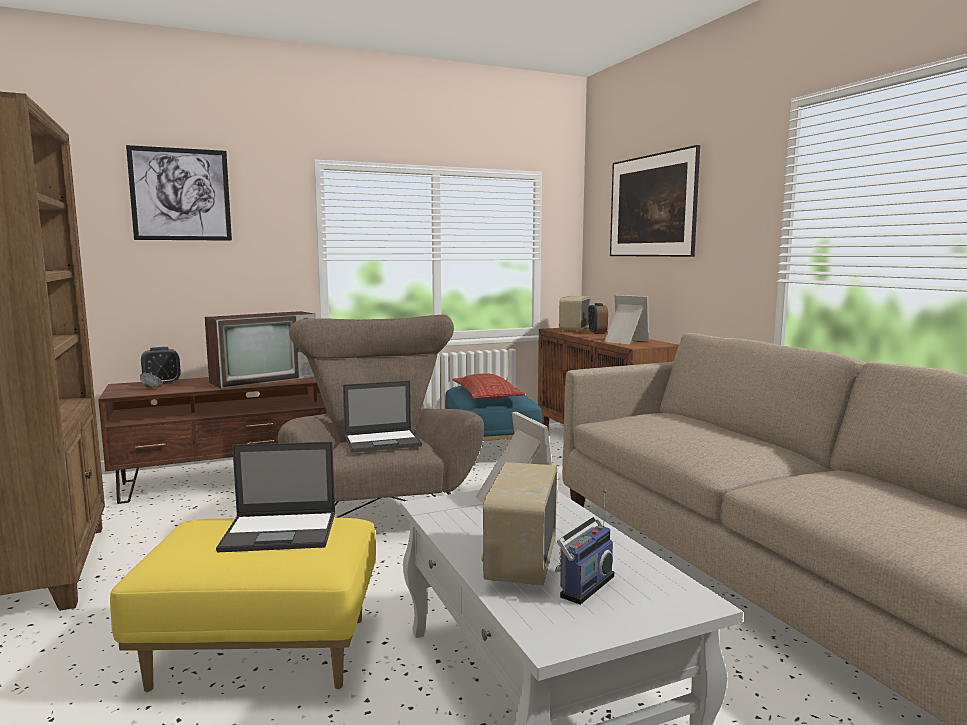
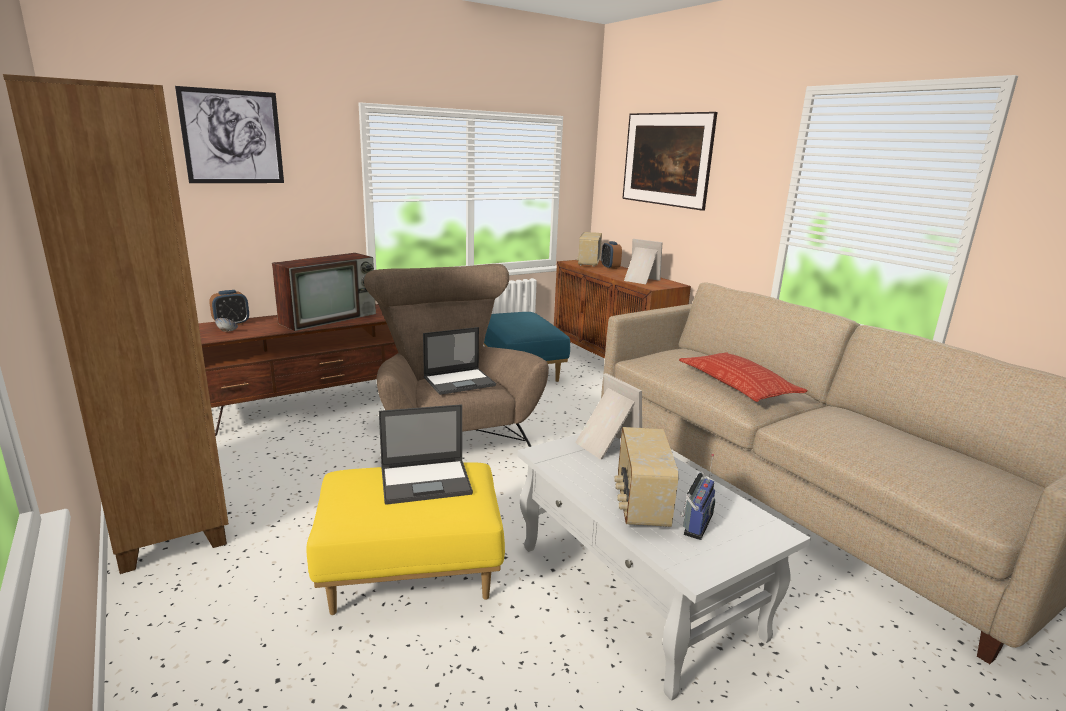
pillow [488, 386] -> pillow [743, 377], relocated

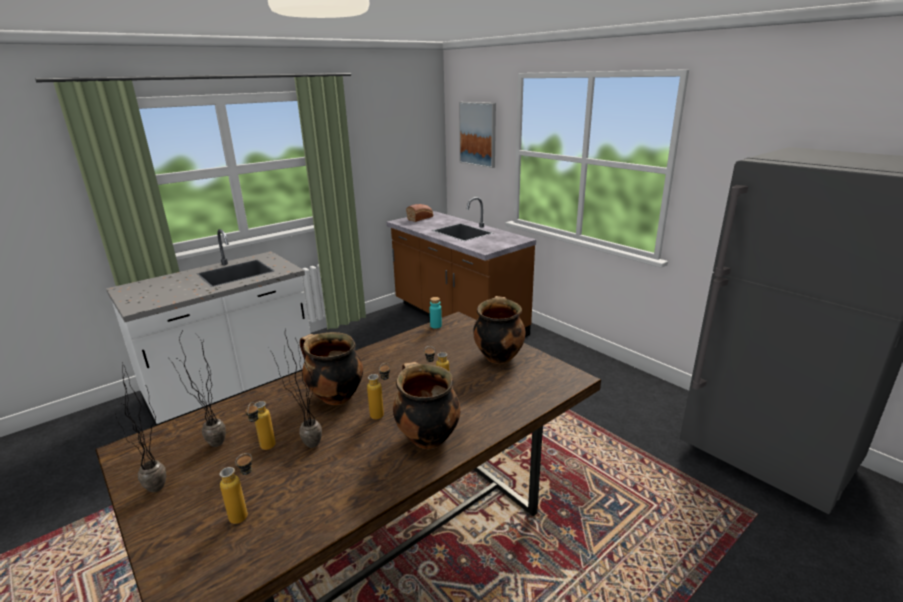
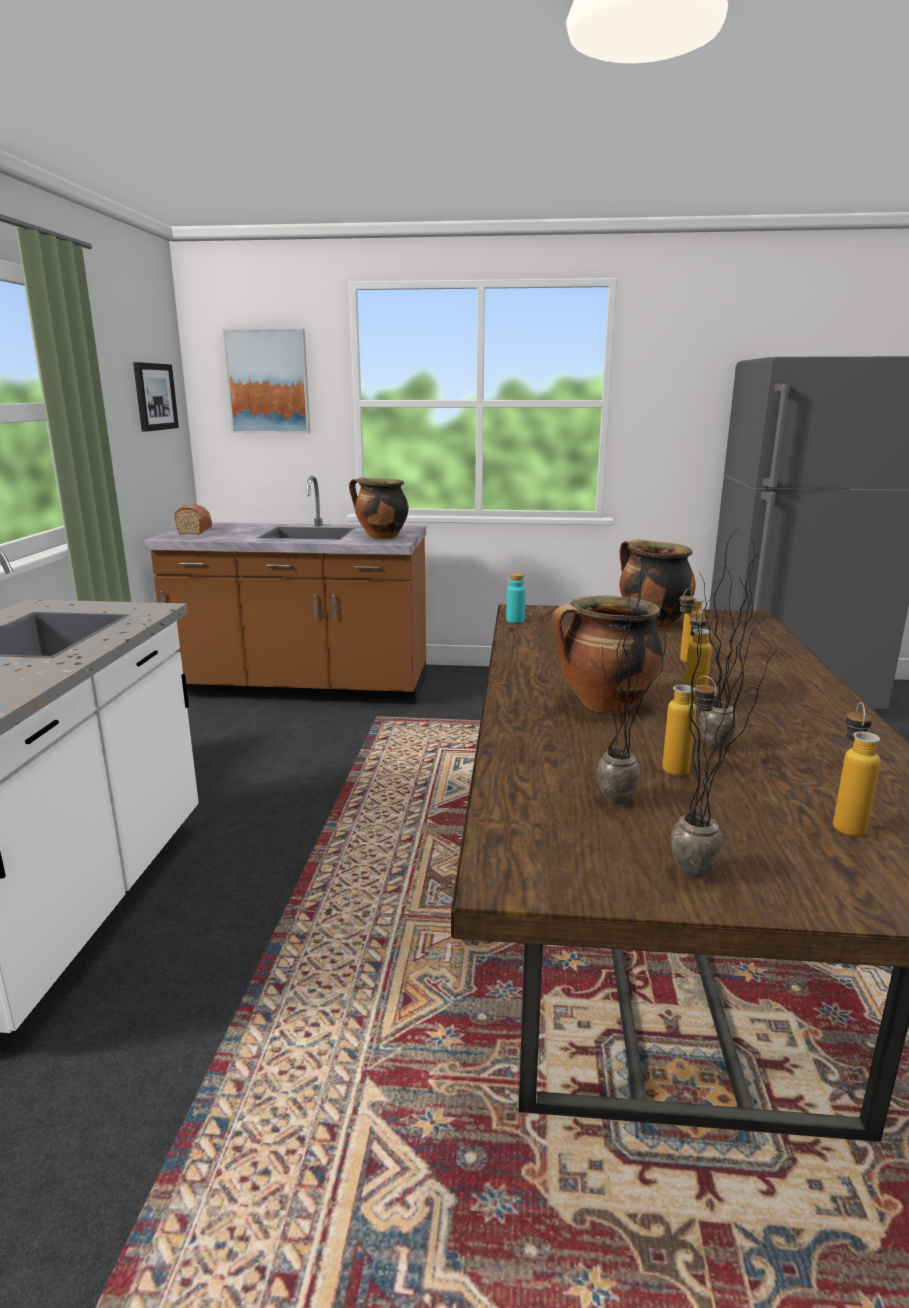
stockpot [426, 405] -> stockpot [379, 508], relocated
none -> wall art [156, 397]

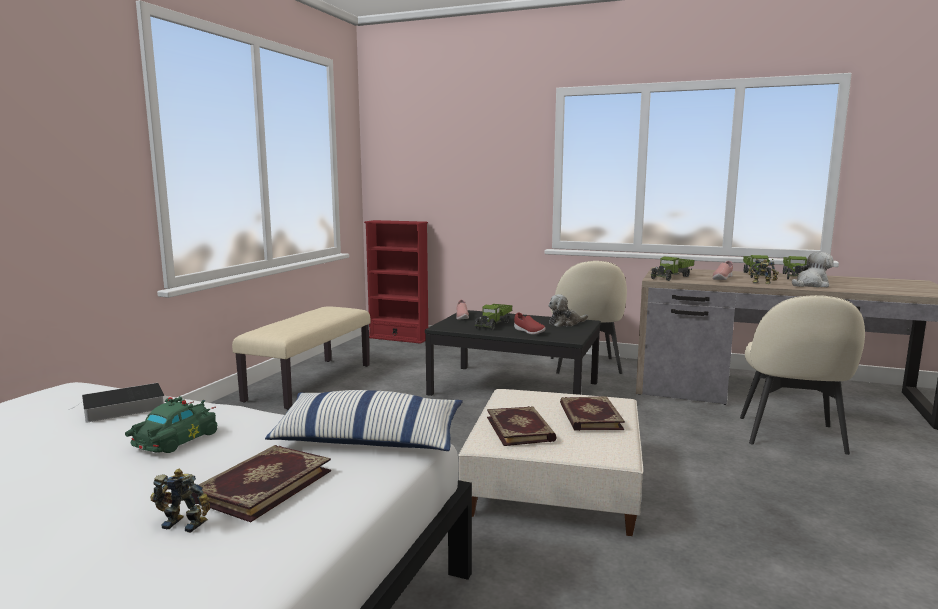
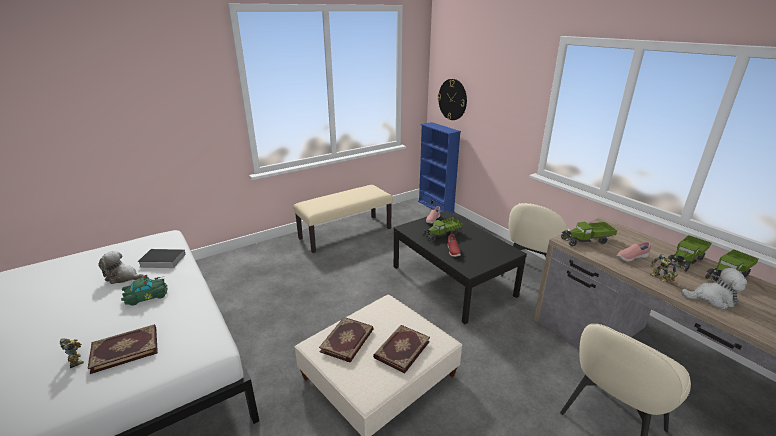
bookshelf/red [396, 282] -> bookshelf/blue [439, 167]
cuddly toy [568, 310] -> cuddly toy [121, 267], relocated
pillow [364, 420] -> none
none -> hanging clock [452, 99]

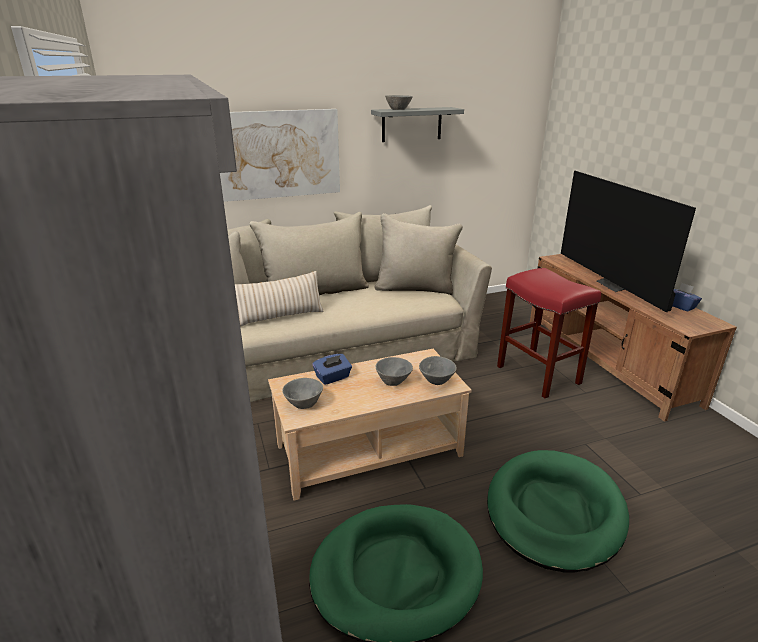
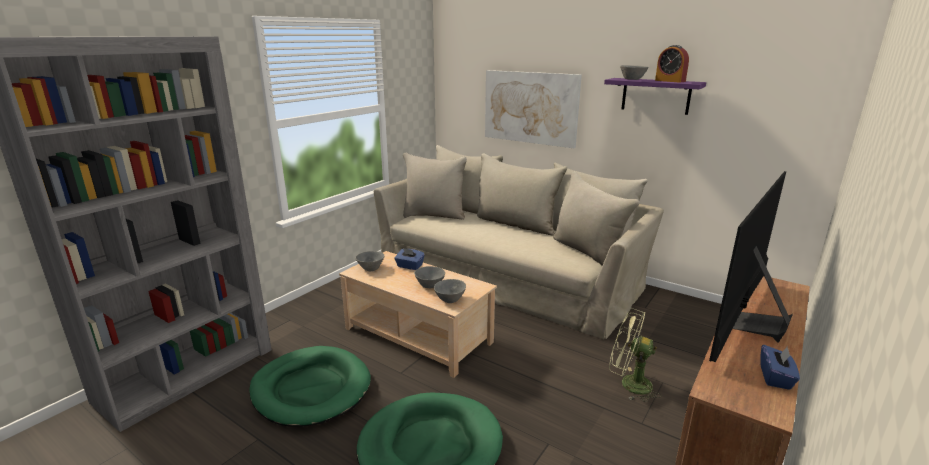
wall shelf/gray [417, 124] -> wall shelf/purple-coloured [655, 96]
stool/red [549, 333] -> electric fan/green-coloured [635, 355]
pillow/sand-coloured [279, 299] -> none
none -> table clock [672, 64]

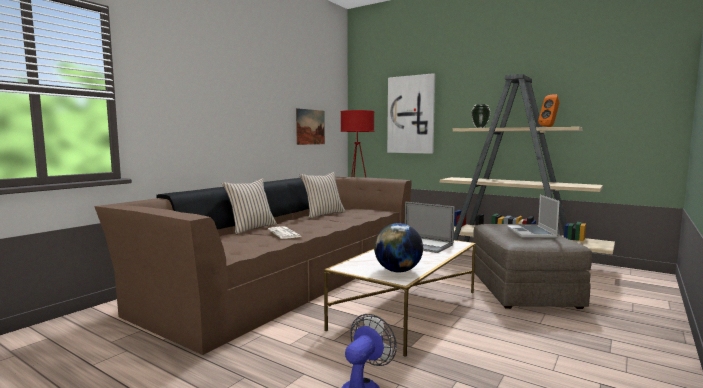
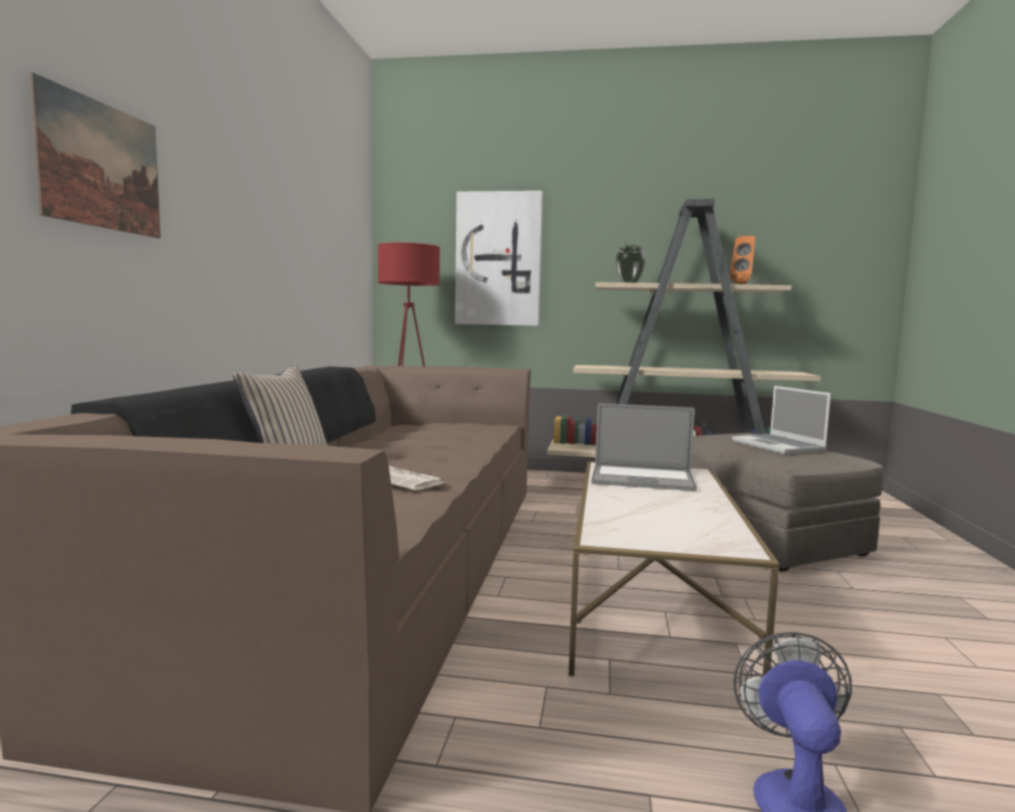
wall art [310, 126] -> wall art [95, 155], relocated
pillow/sand-coloured [323, 195] -> none
globe [398, 247] -> none

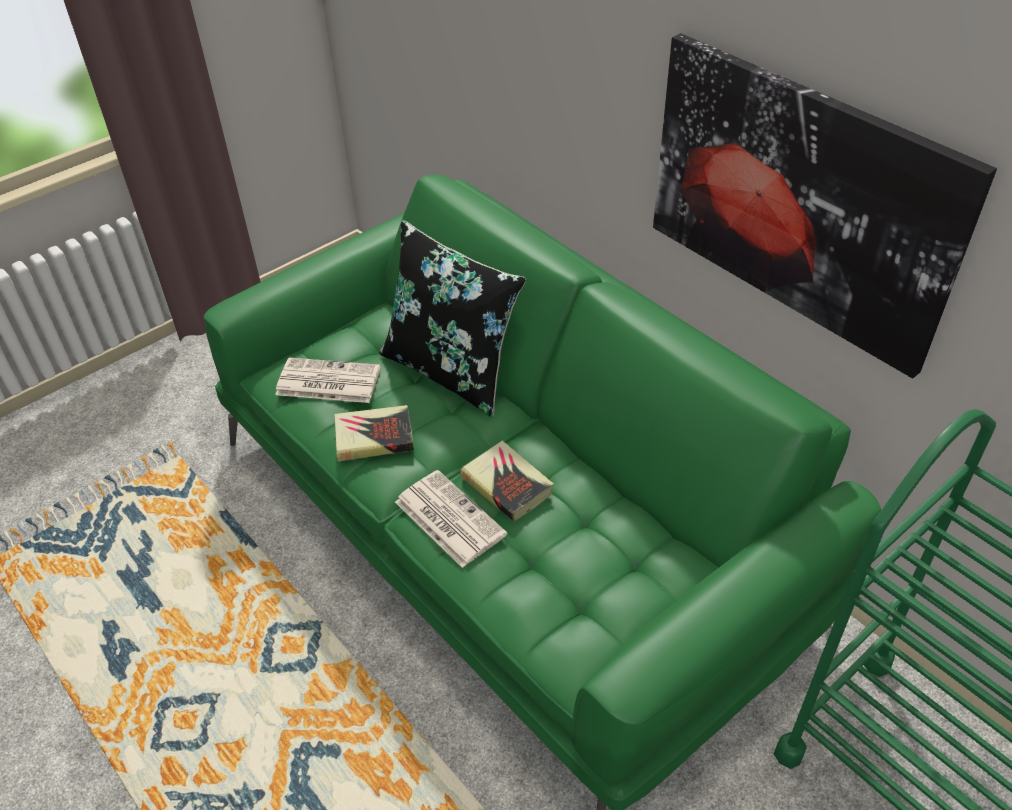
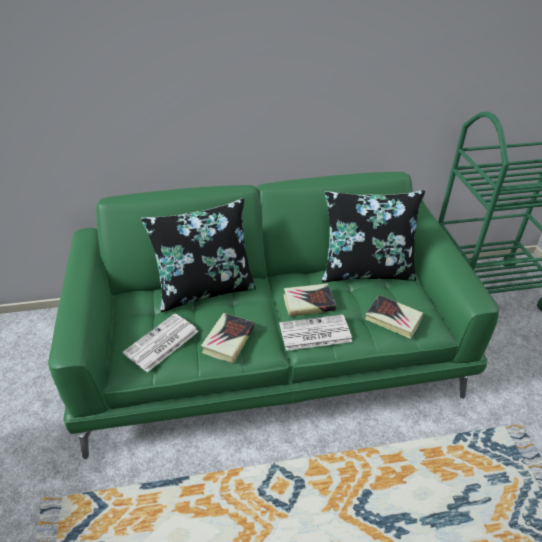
wall art [825, 205] -> none
none -> pillow/blackish [373, 236]
none -> book [394, 317]

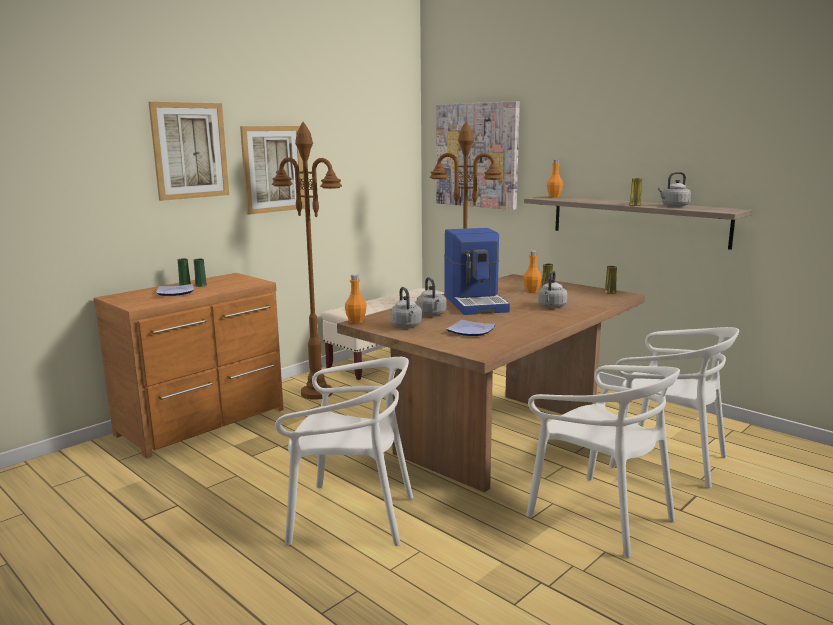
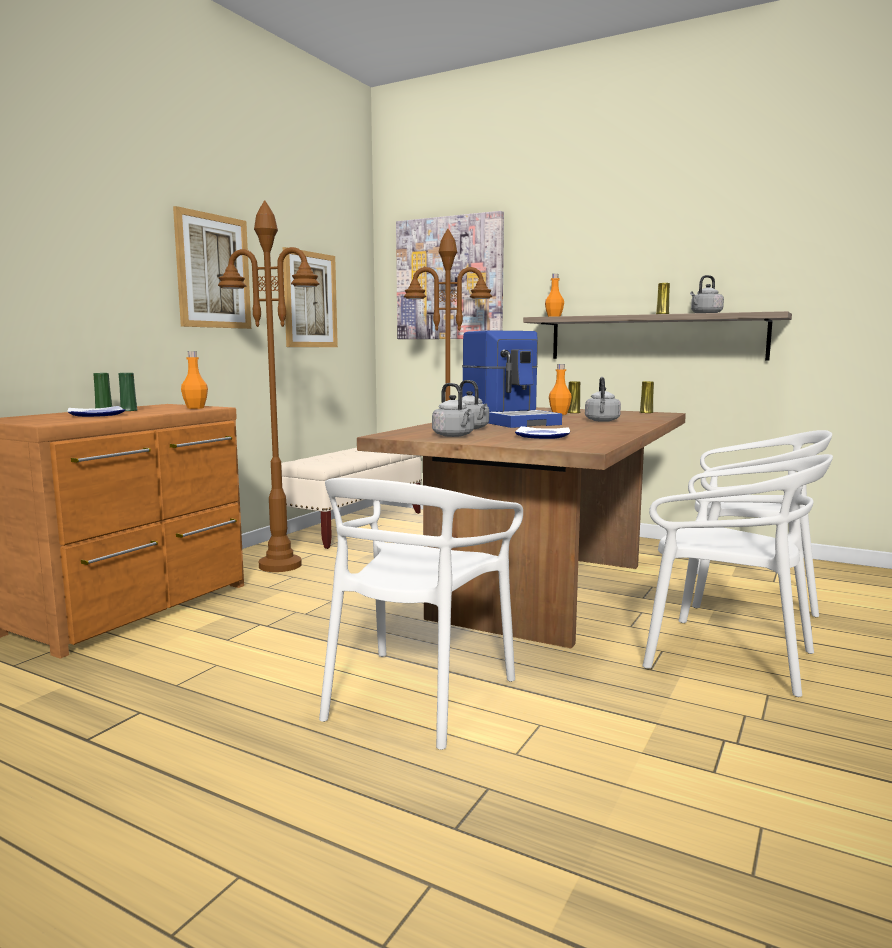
wall art [189, 151] -> wall art [310, 297], relocated
drink bottle/orange-coloured [356, 299] -> drink bottle/orange-coloured [194, 380], relocated
chair/white [344, 451] -> chair/white [421, 614], 120 degrees clockwise

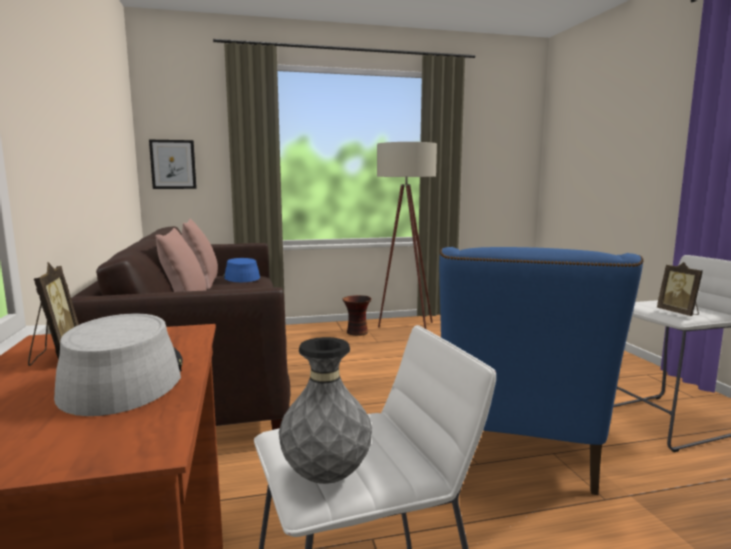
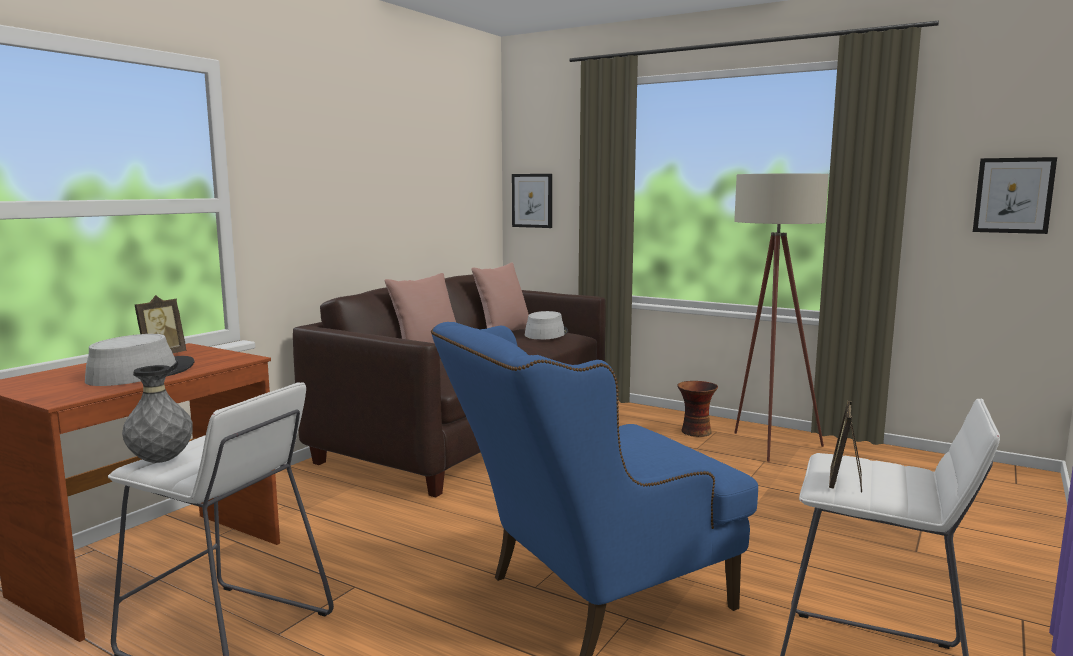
clothing hat/blue [241, 270] -> clothing hat/gray [546, 325]
none -> wall art [1015, 195]

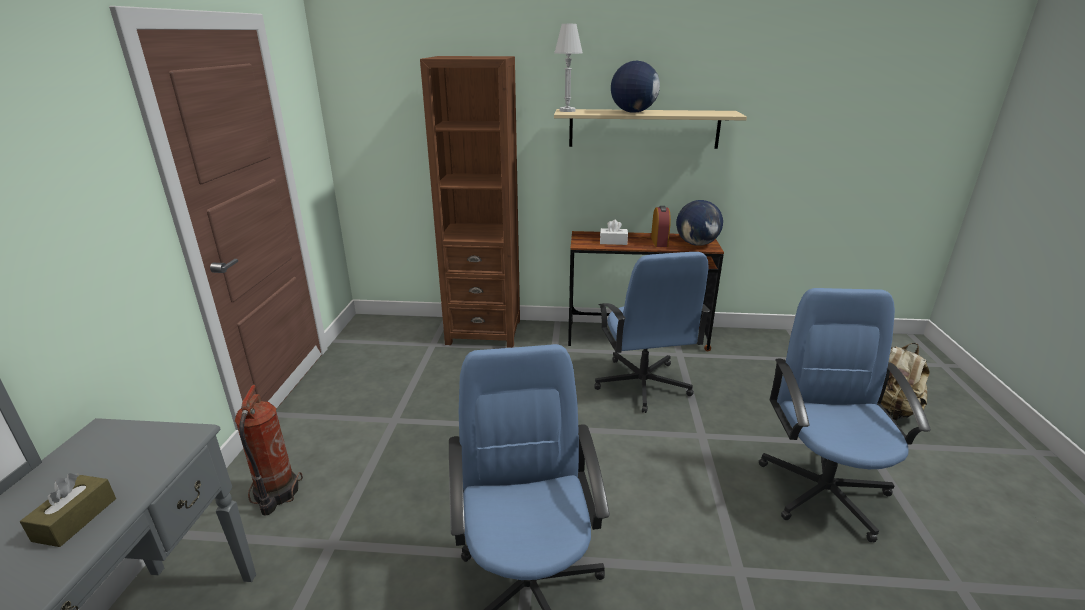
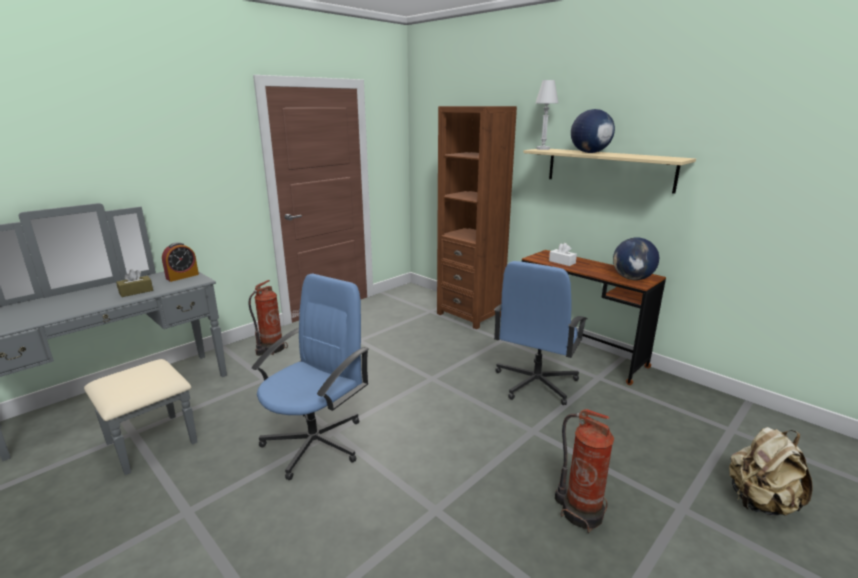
table clock [661, 226] -> table clock [180, 262], relocated
desk chair/blue [845, 415] -> fire extinguisher [584, 471]

